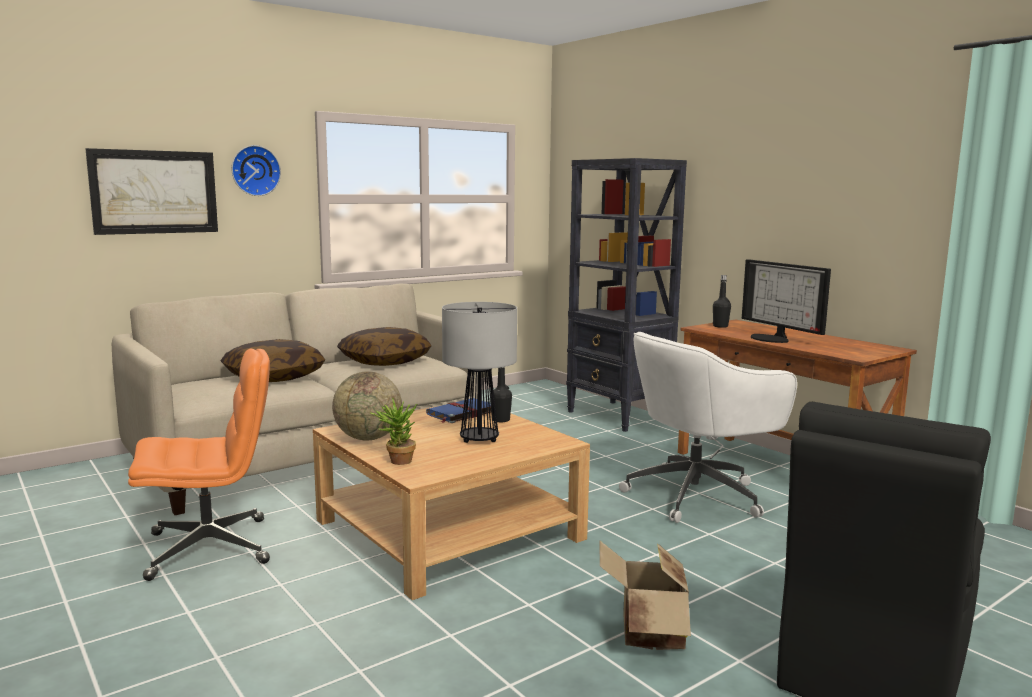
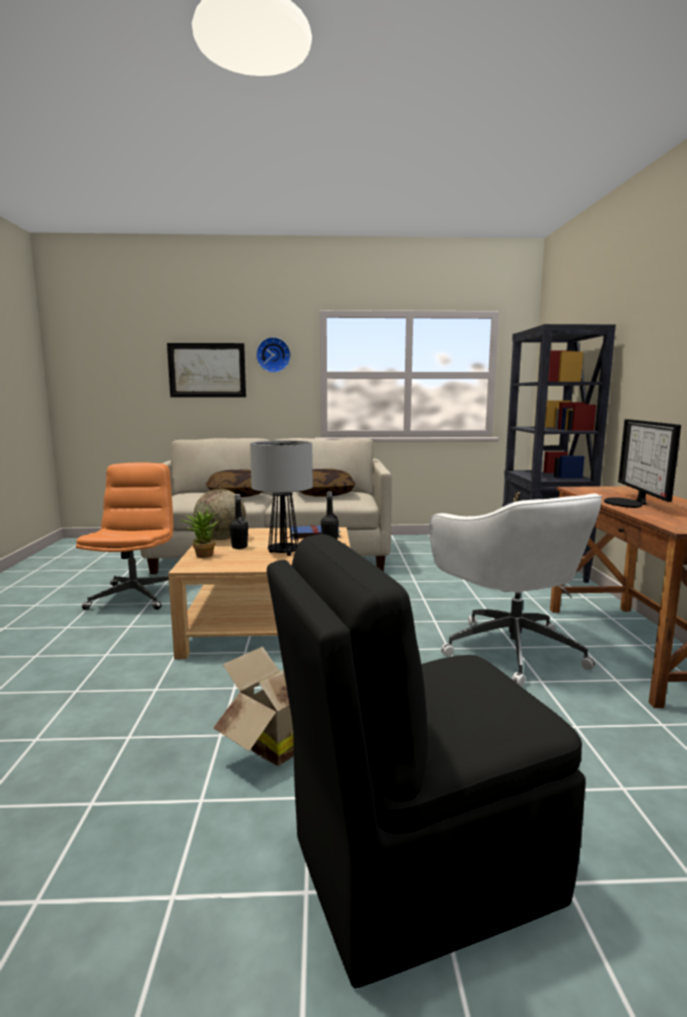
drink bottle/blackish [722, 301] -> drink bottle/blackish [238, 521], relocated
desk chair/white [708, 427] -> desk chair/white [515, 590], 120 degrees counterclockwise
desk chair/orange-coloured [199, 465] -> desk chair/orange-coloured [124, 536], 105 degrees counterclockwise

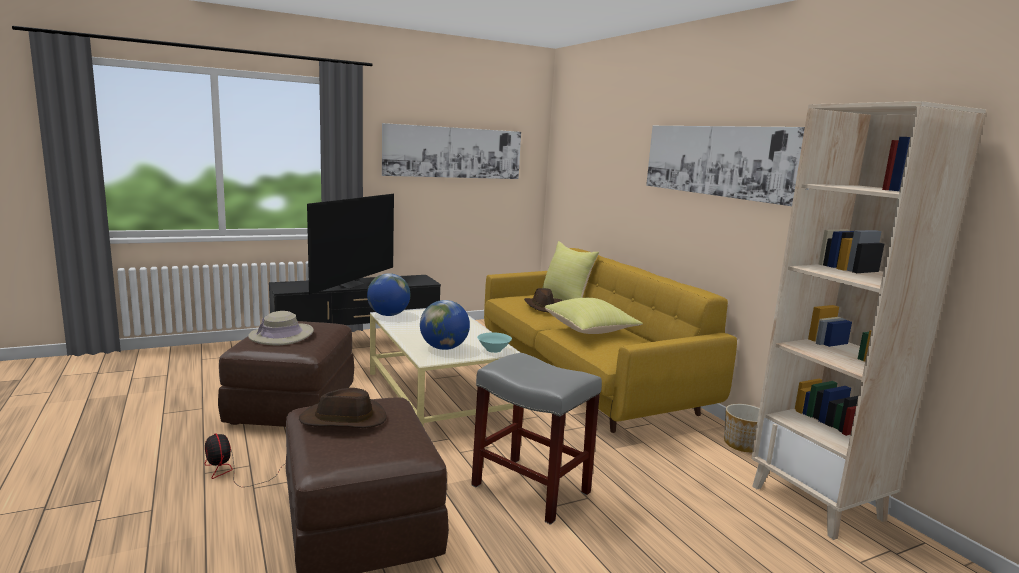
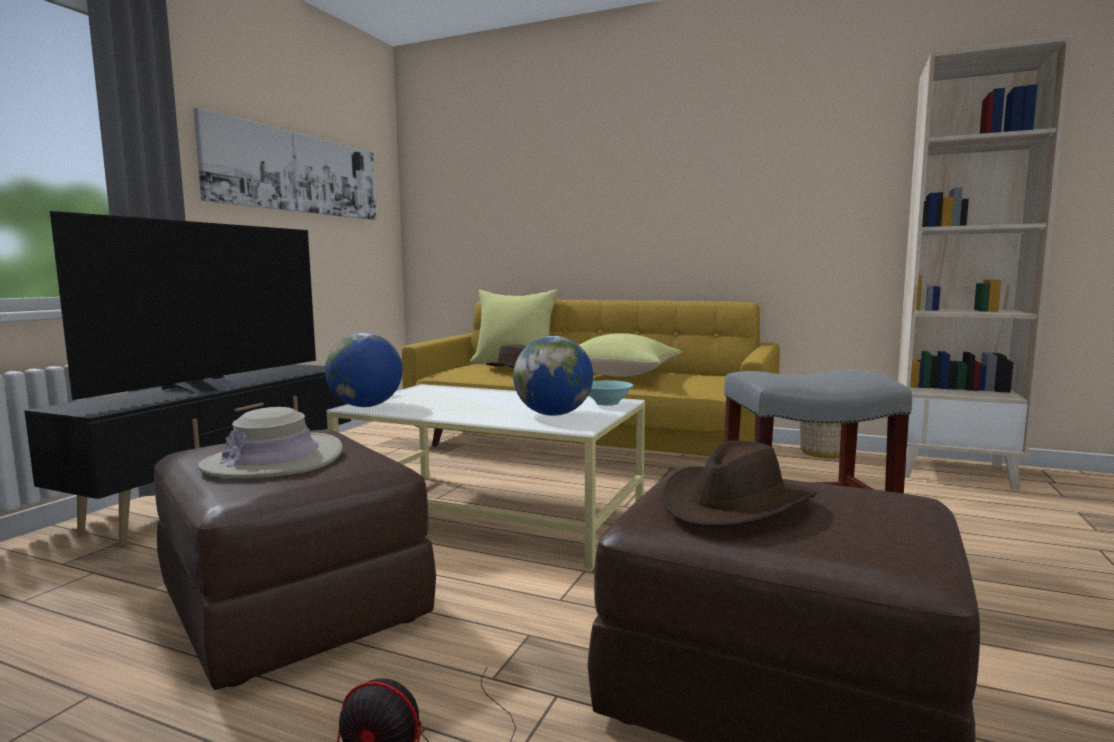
wall art [725, 166] -> none
TV [350, 244] -> TV [183, 305], 45 degrees clockwise

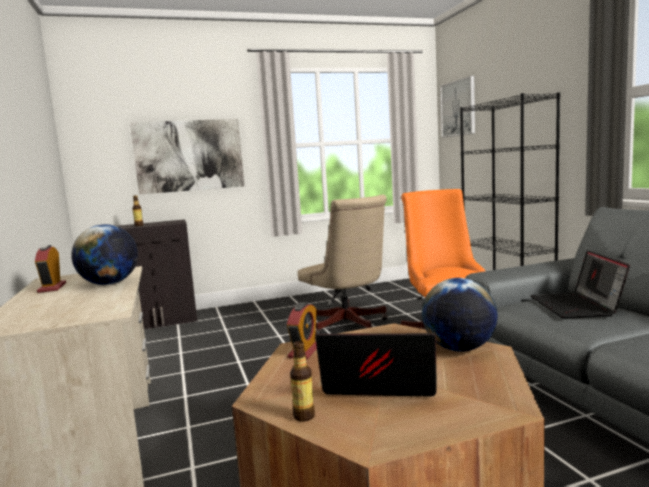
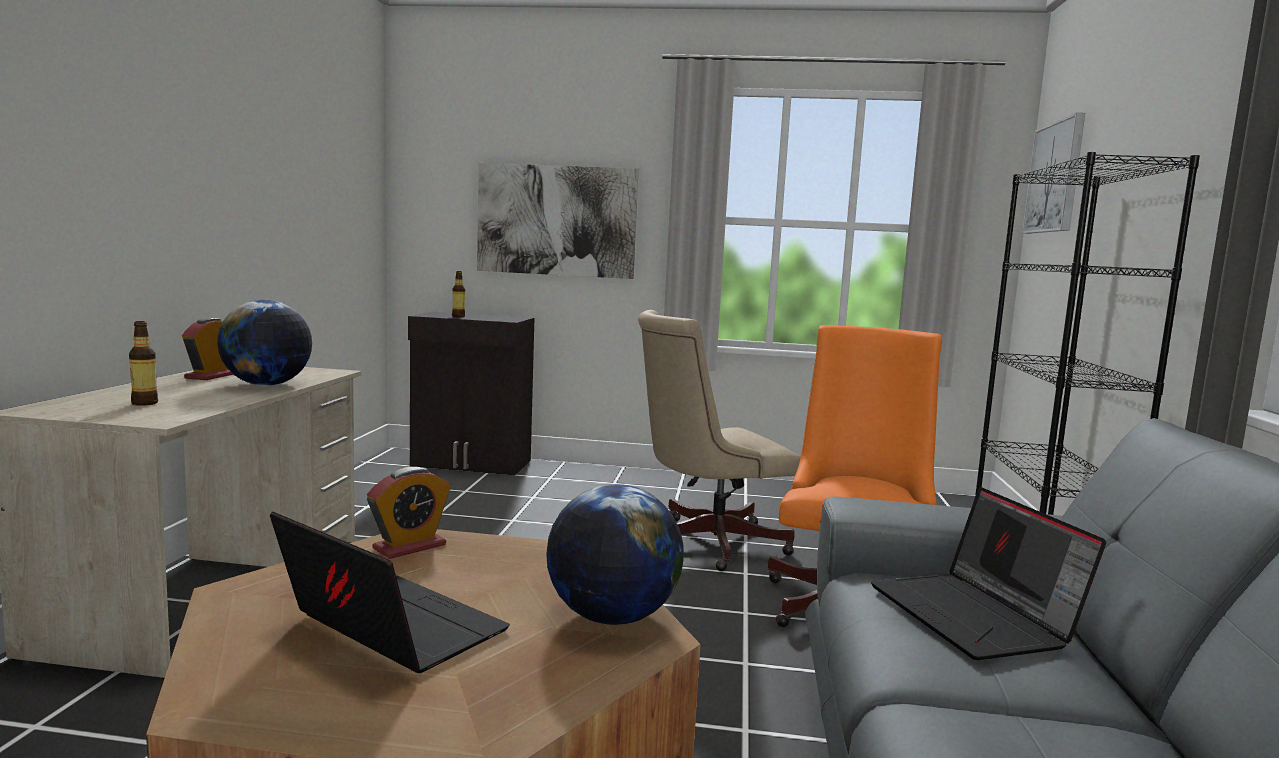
desk chair/sand-coloured [343, 264] -> desk chair/sand-coloured [719, 440], 75 degrees clockwise
portable computer [580, 284] -> portable computer [988, 573], 45 degrees counterclockwise
drink bottle [302, 381] -> drink bottle [143, 363], relocated

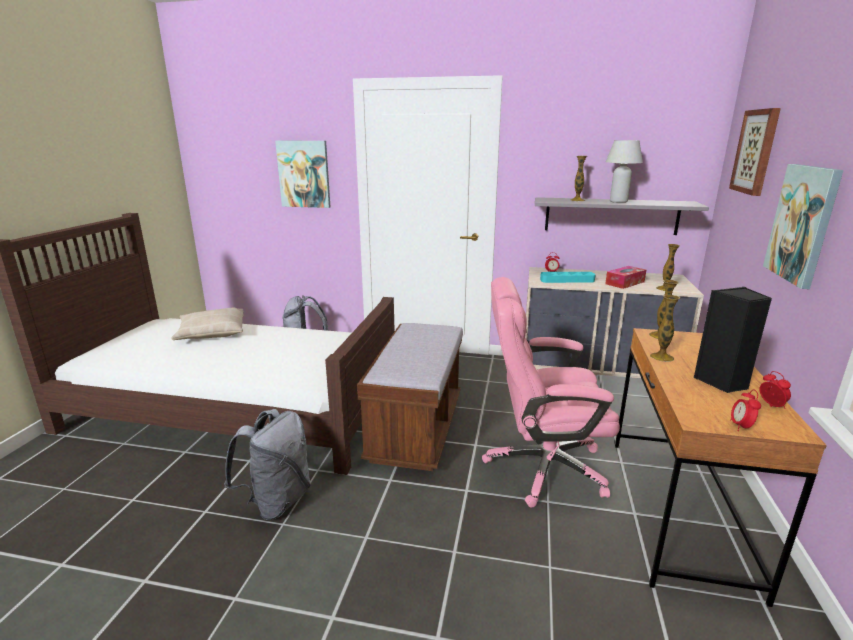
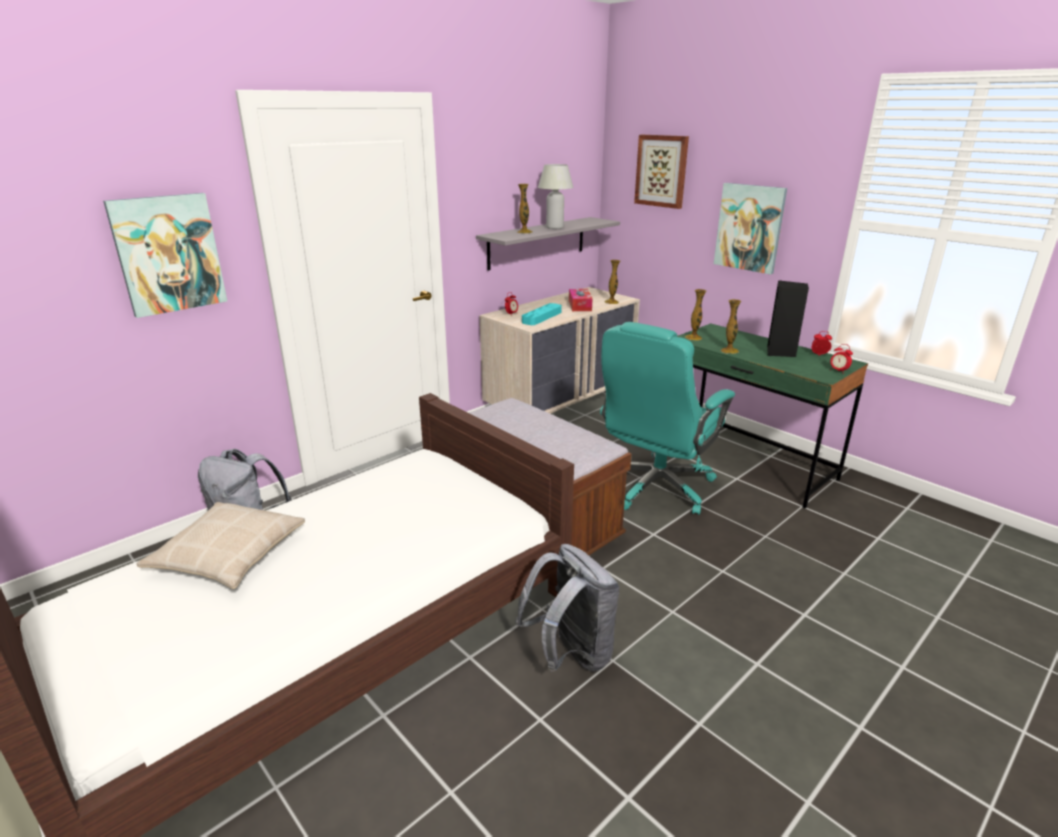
desk chair/pink-coloured [551, 392] -> desk chair/blue-green [667, 418]
desk unit/brown-coloured [721, 467] -> desk unit/green-coloured [772, 415]

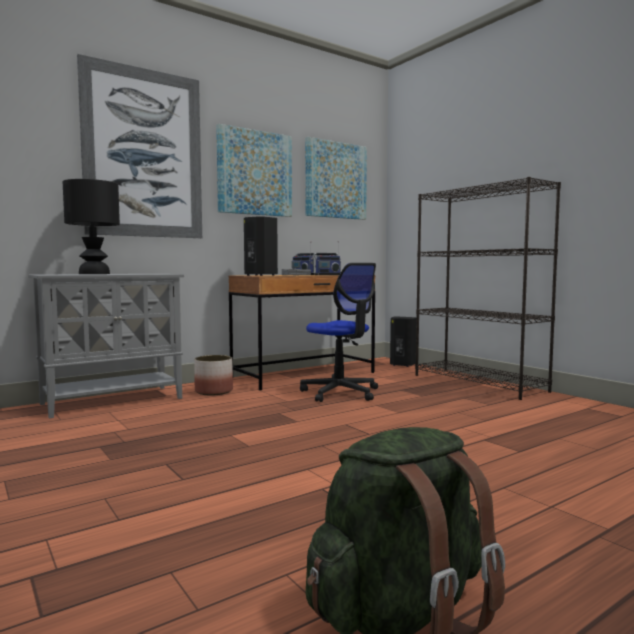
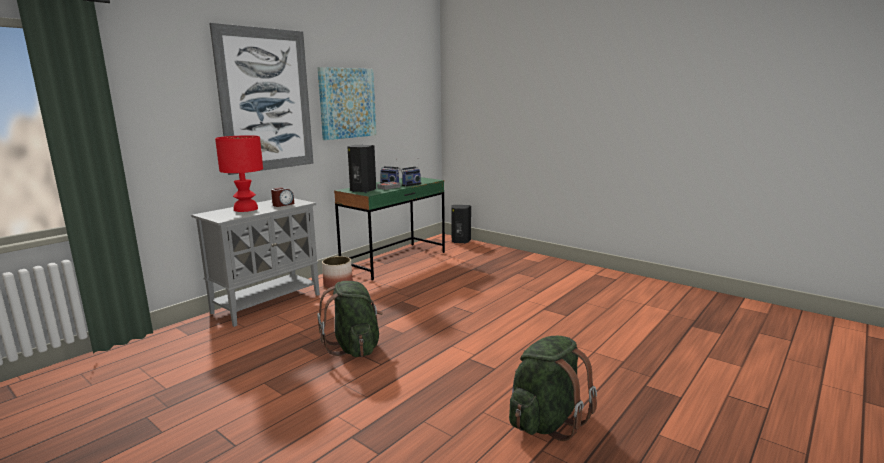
wall art [336, 178] -> none
bookshelf/blackish [488, 288] -> none
table lamp/blackish [91, 226] -> table lamp/red [239, 173]
desk chair [339, 332] -> none
desk unit/brown-coloured [302, 333] -> desk unit/green-coloured [389, 228]
none -> table clock [282, 197]
none -> rucksack/green-coloured [350, 319]

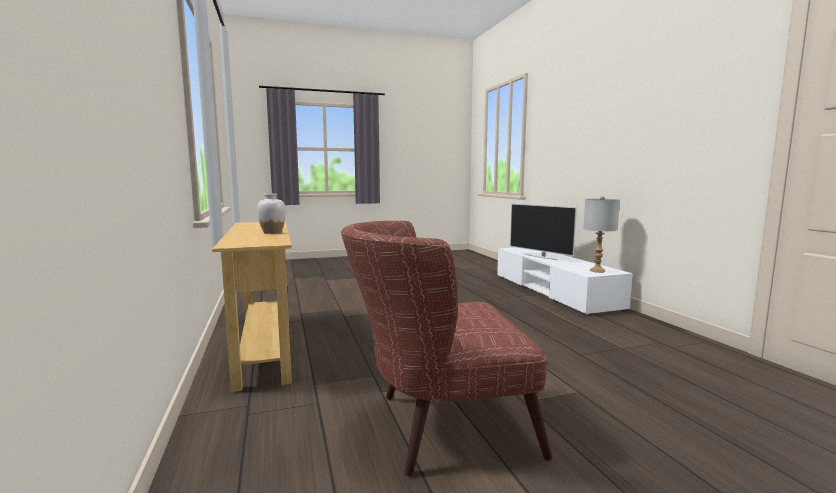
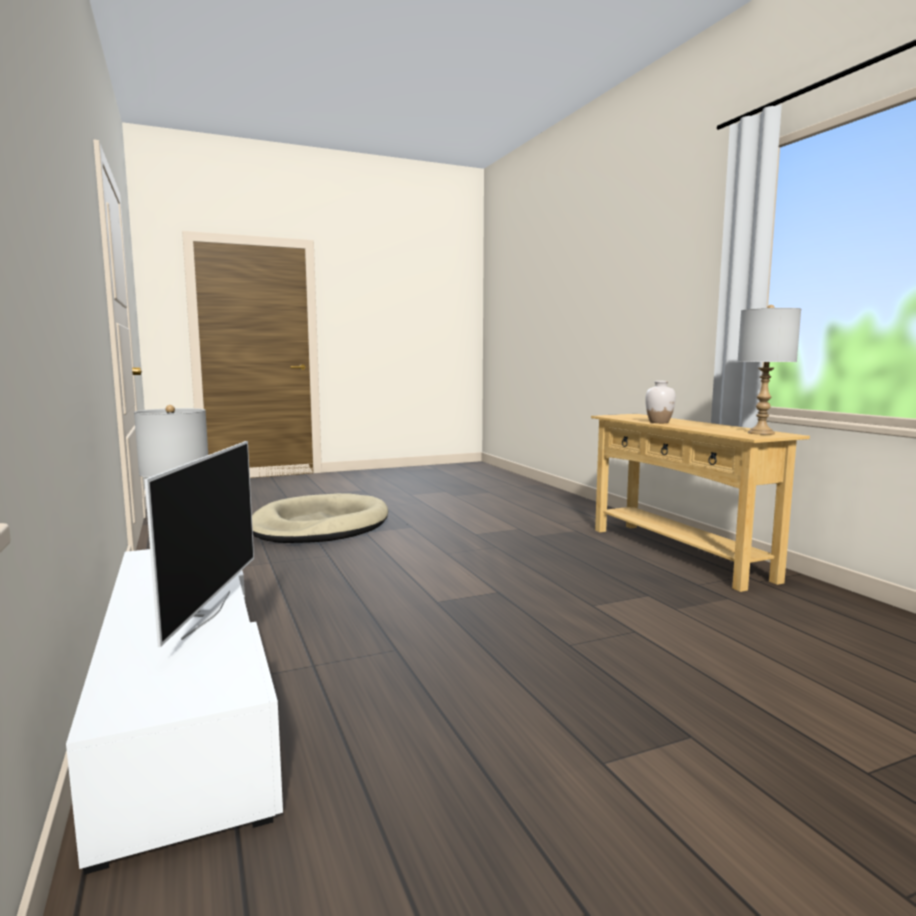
TV [543, 232] -> TV [199, 544], 45 degrees clockwise
armchair/brown-coloured [446, 348] -> none
none -> table lamp/gray [769, 370]
none -> dog cushion/sand-coloured [320, 518]

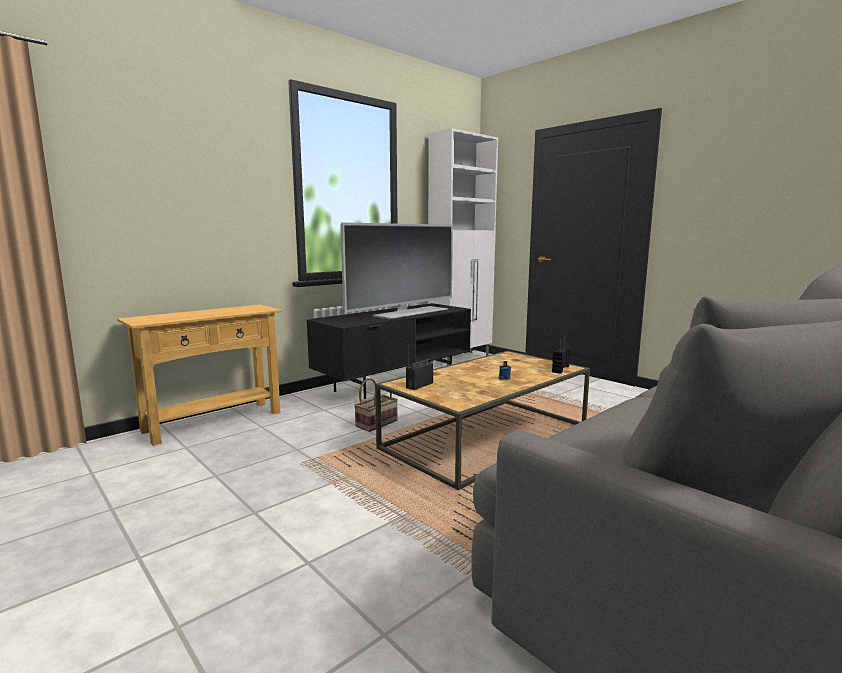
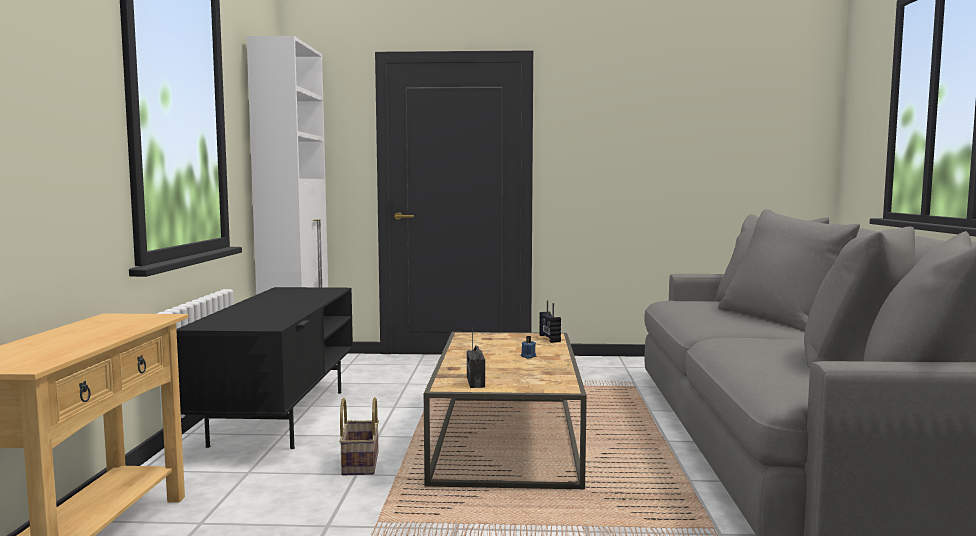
TV [396, 270] -> none

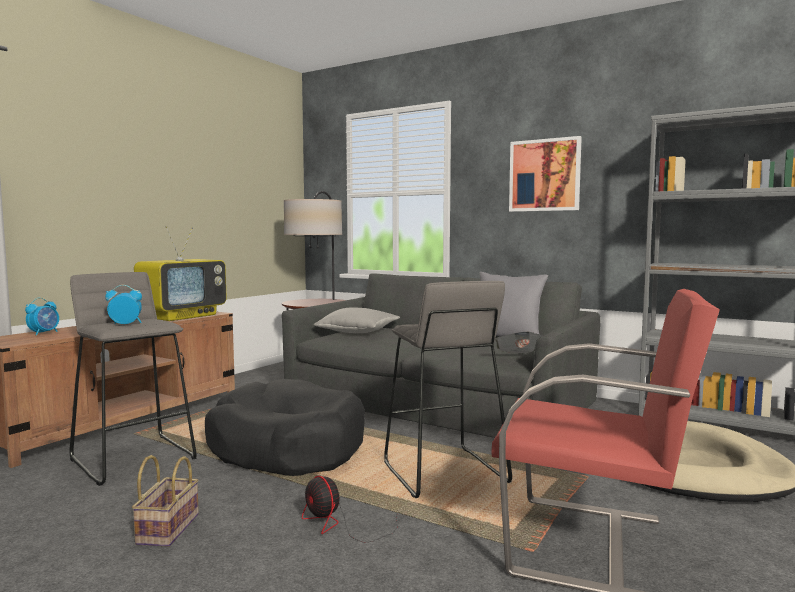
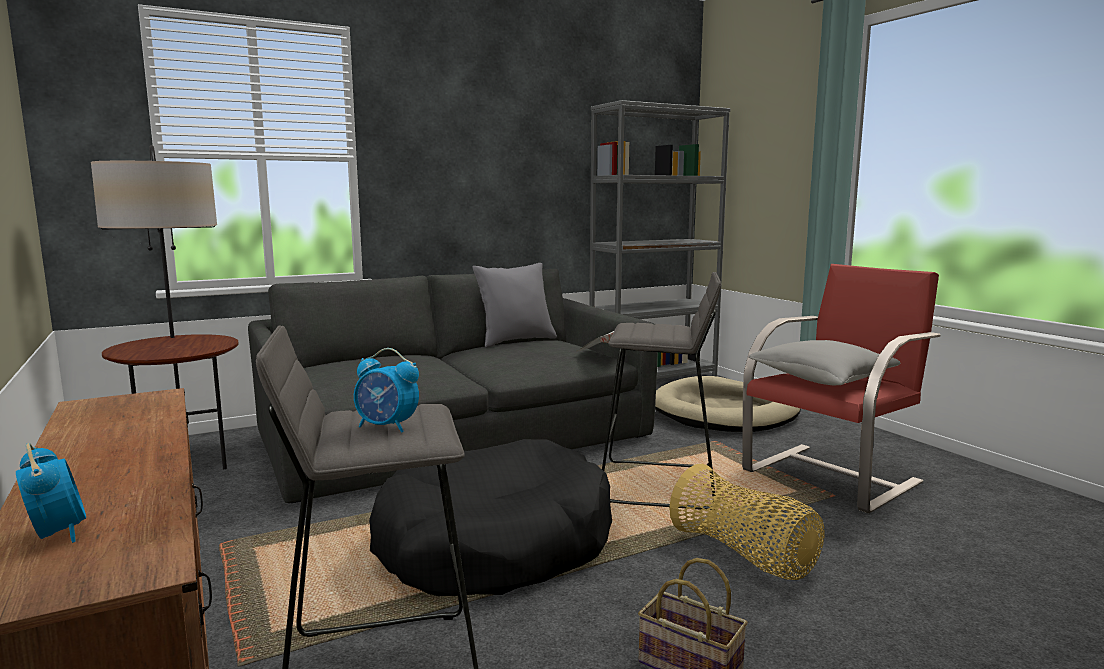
wall art [545, 174] -> none
TV [180, 273] -> none
table clock [123, 304] -> table clock [386, 390], 90 degrees counterclockwise
pillow/gray [357, 320] -> pillow/gray [824, 362], relocated
electric fan [350, 509] -> basket [747, 522]

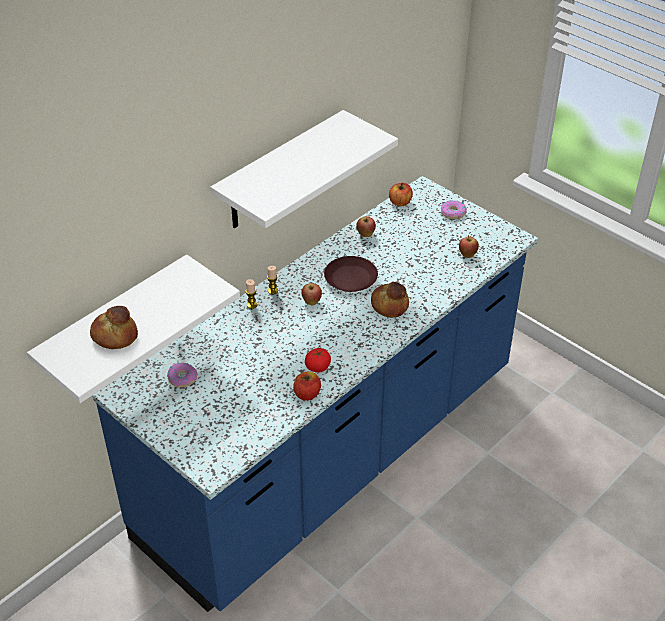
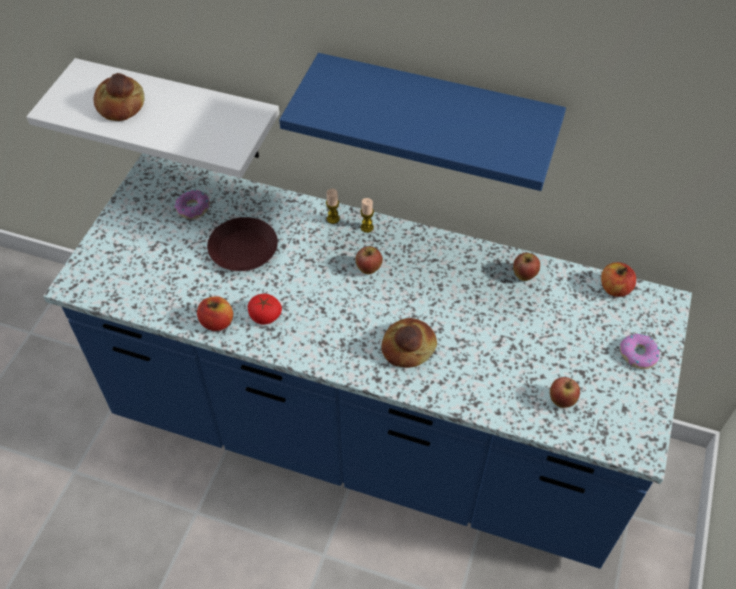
wall shelf/white [304, 169] -> wall shelf/blue [422, 122]
dinner plate/brown-coloured [351, 274] -> dinner plate/brown-coloured [242, 244], relocated

